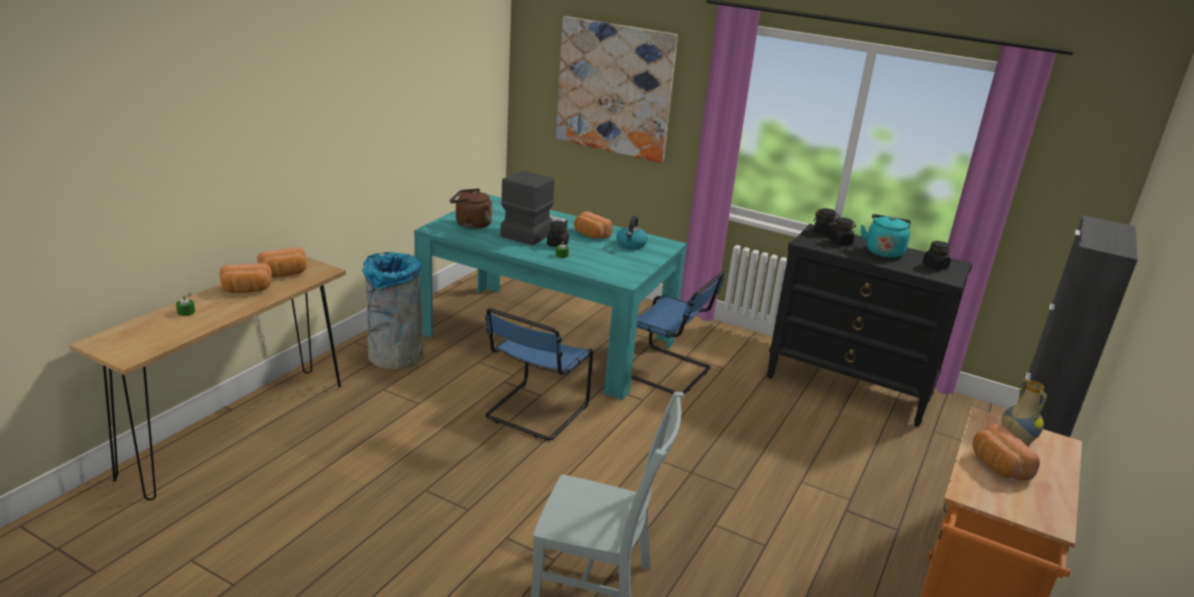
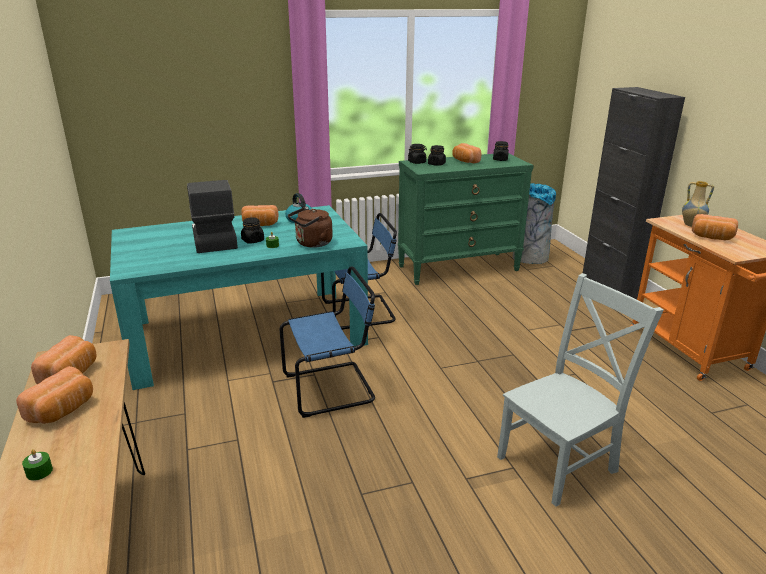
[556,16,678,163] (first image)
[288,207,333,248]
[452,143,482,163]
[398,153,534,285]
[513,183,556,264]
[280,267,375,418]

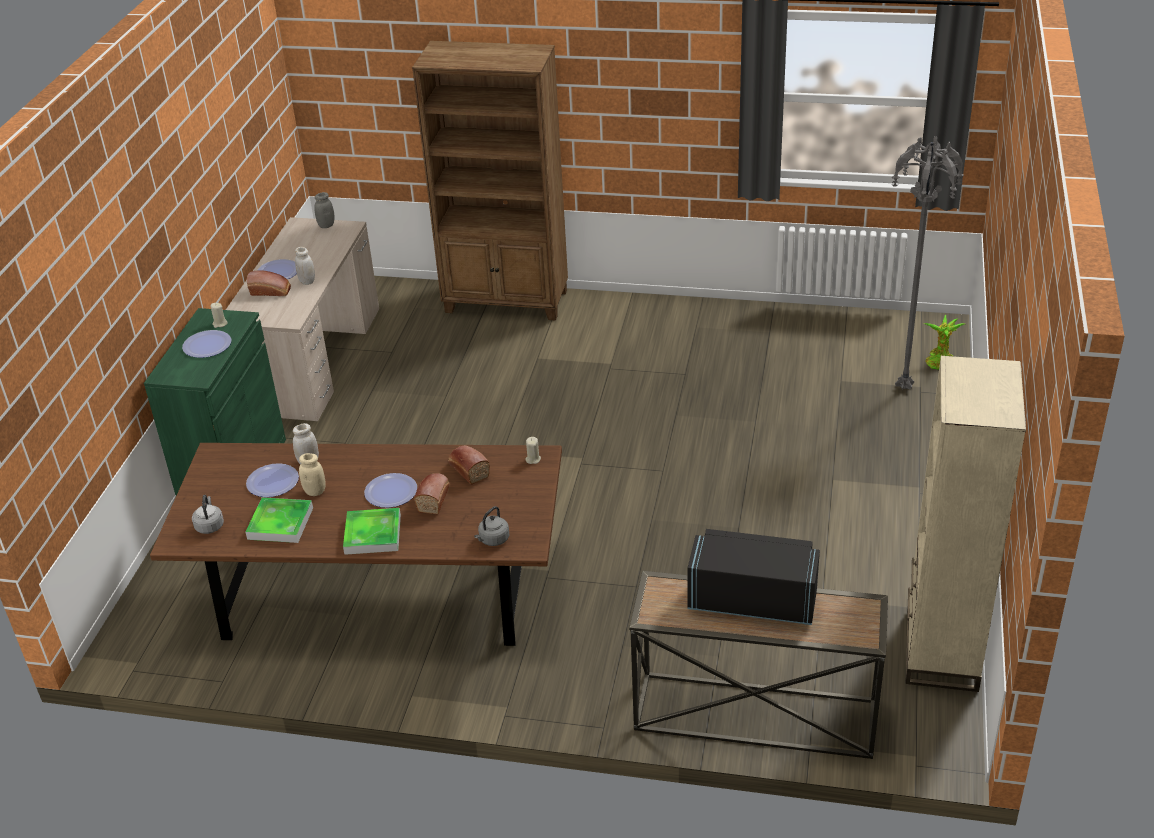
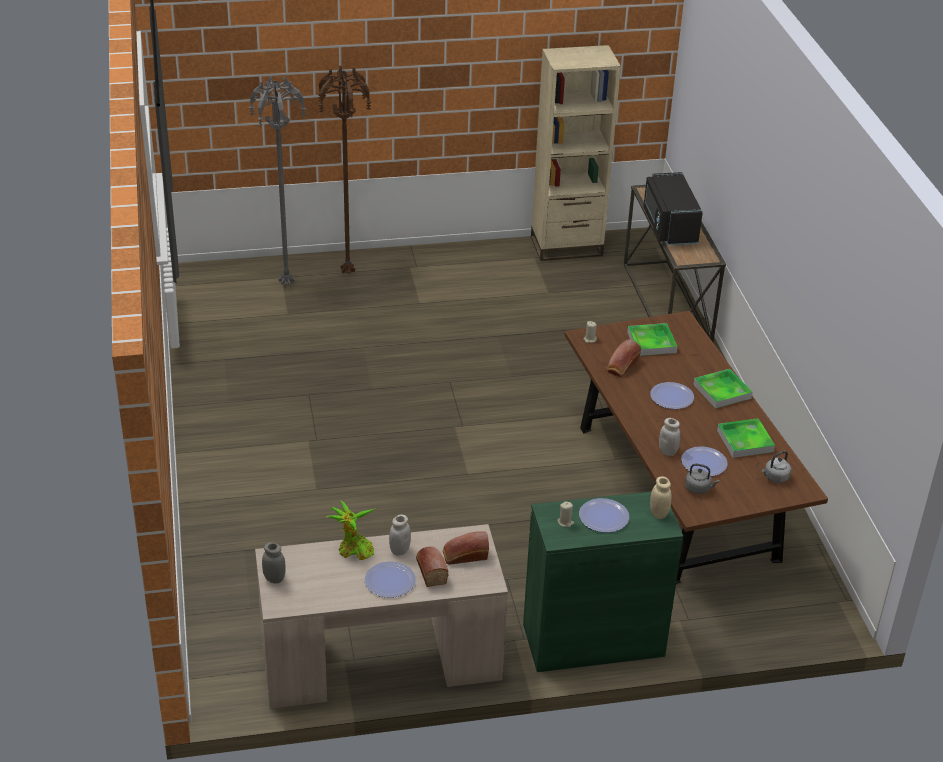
[412,41,568,320] (first image)
[326,500,374,560]
[650,477,671,519]
[443,531,489,565]
[685,463,719,494]
[318,66,372,273]
[627,323,678,356]

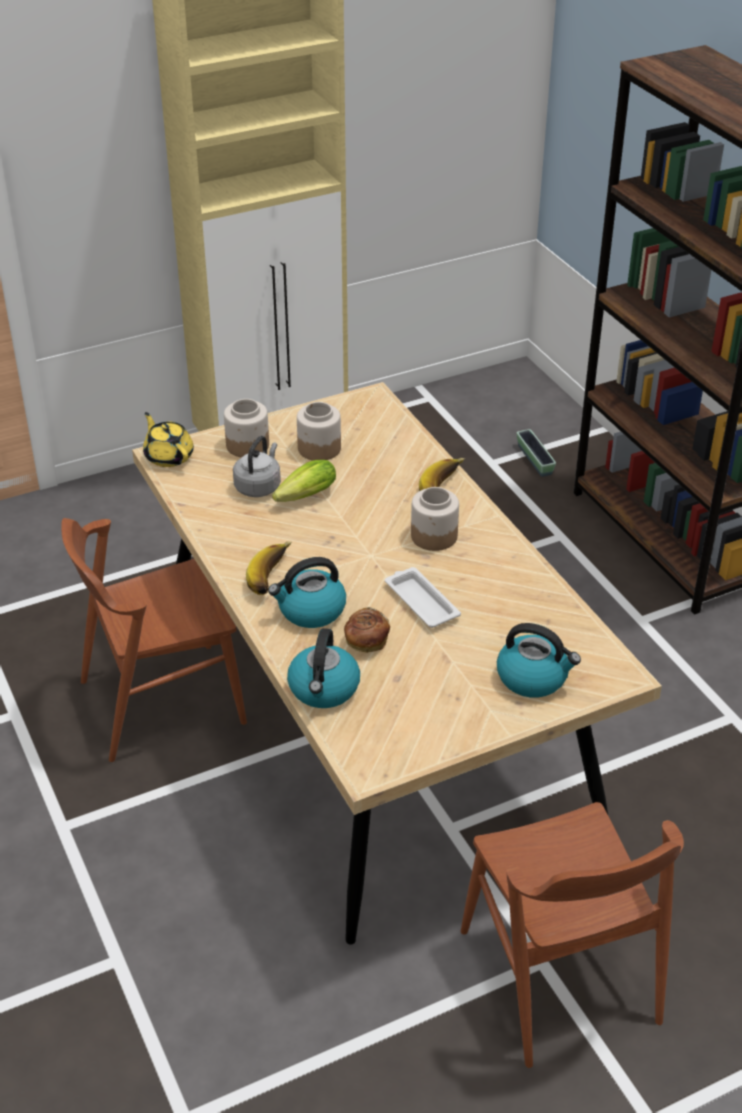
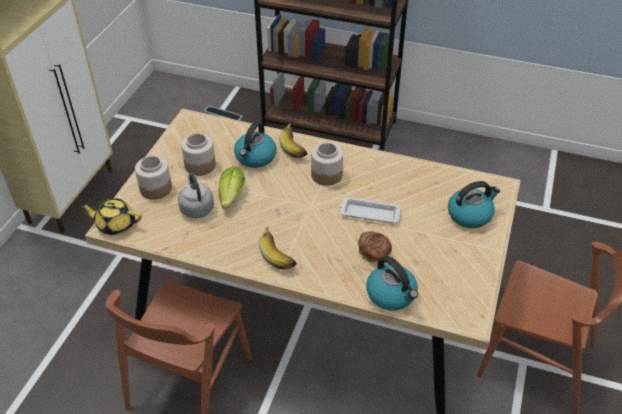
[234,121,276,168]

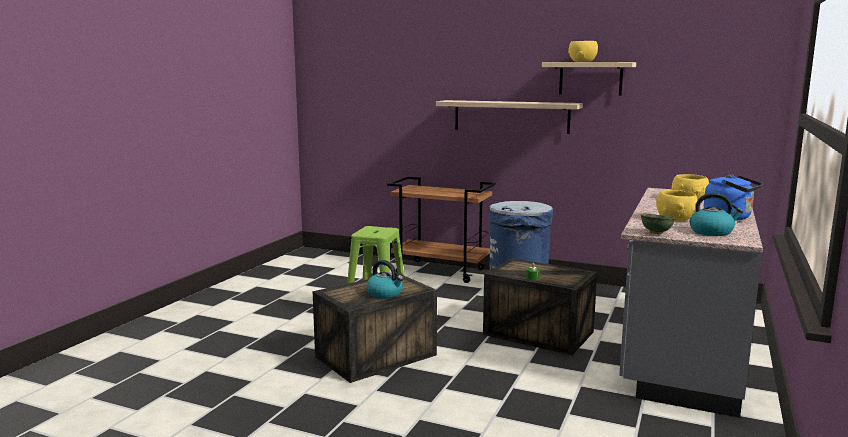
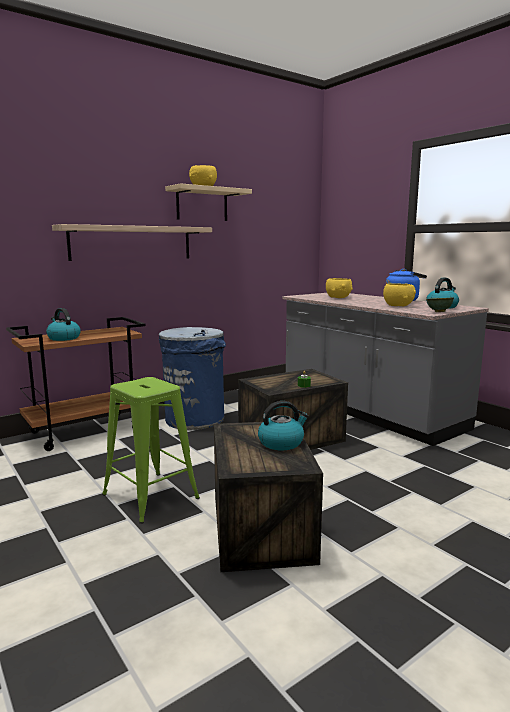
[46,308,81,341]

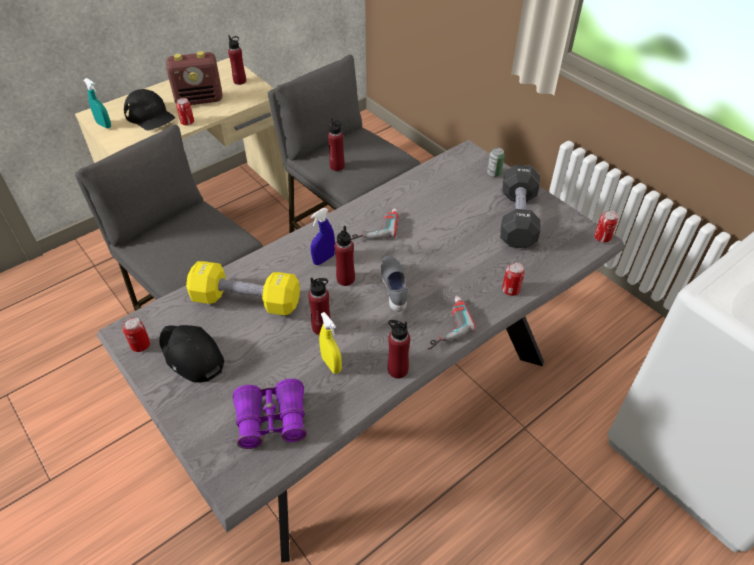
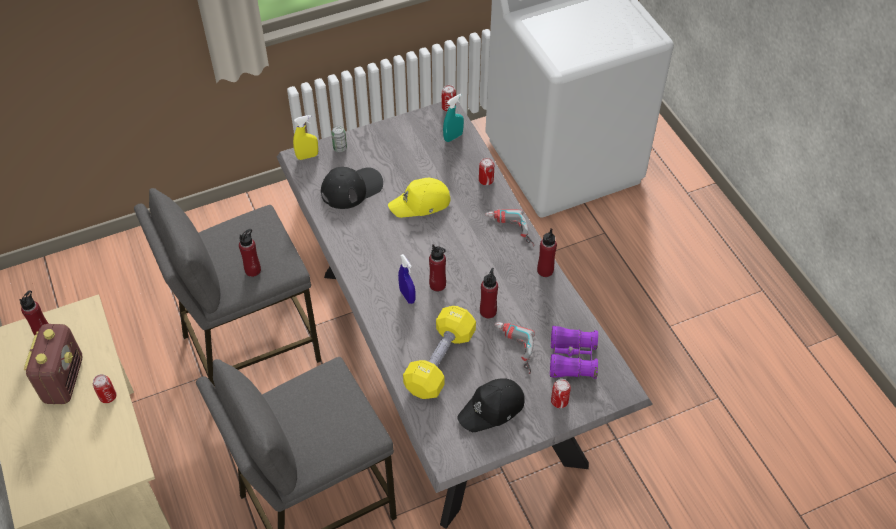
[443,94,464,142]
[321,167,383,209]
[500,165,540,248] (first image)
[494,322,535,374]
[380,256,408,312] (first image)
[293,115,318,160]
[551,379,571,408]
[388,178,451,218]

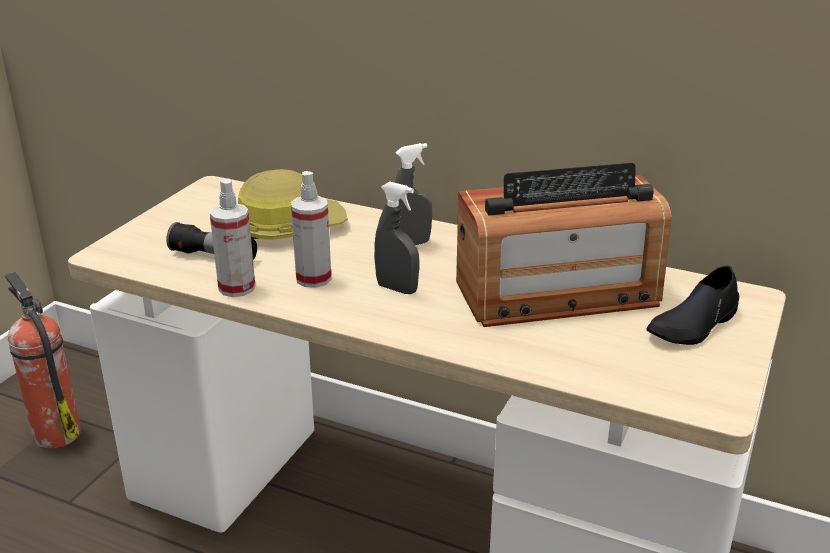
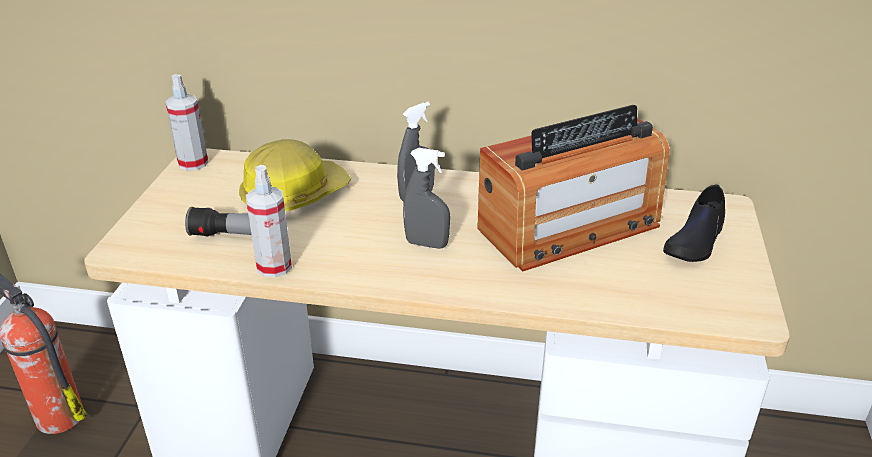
[165,74,208,171]

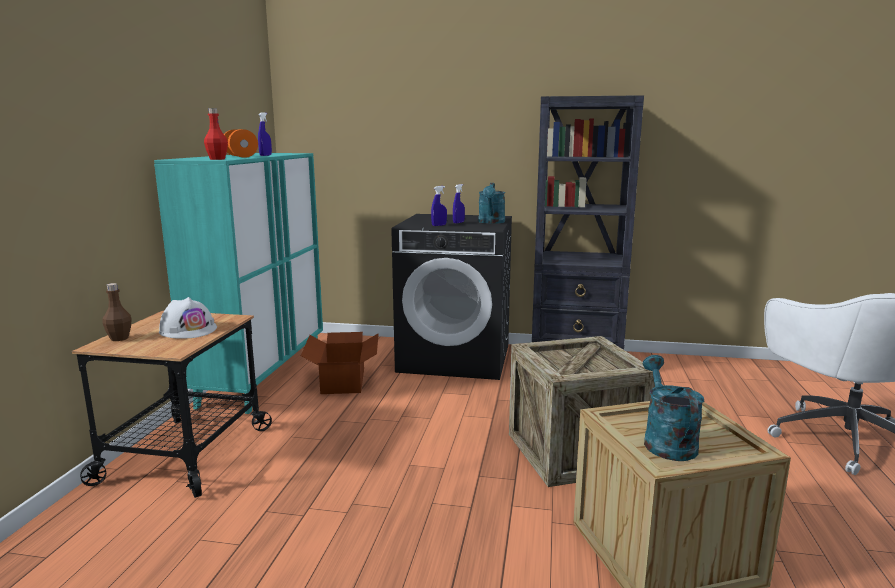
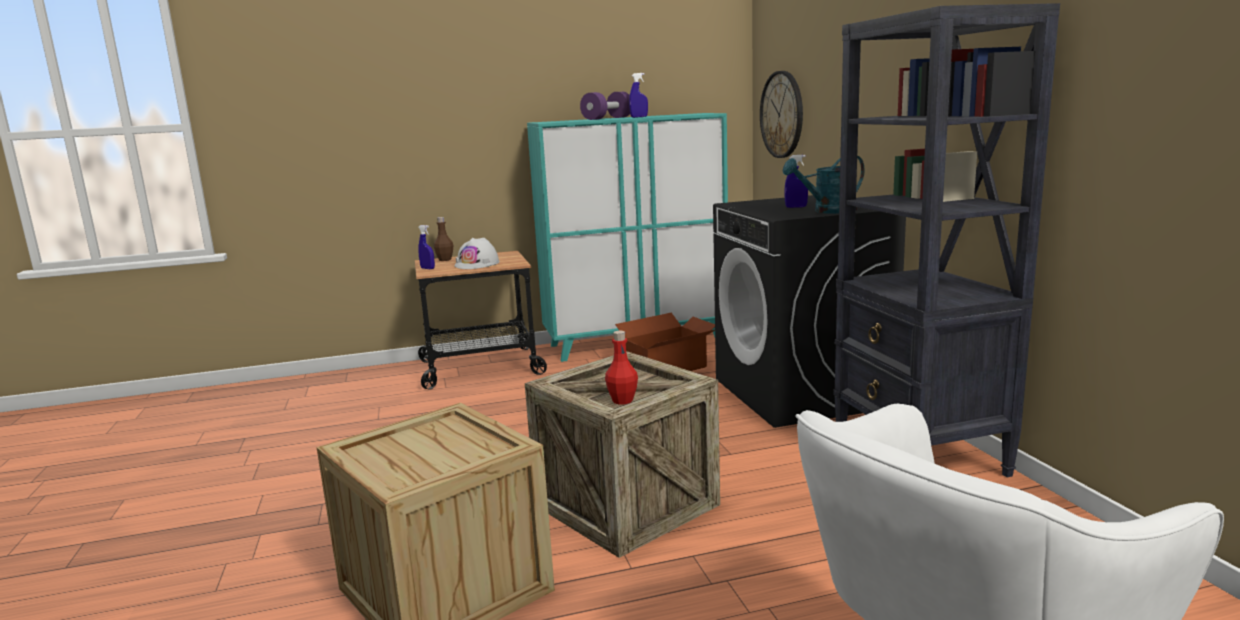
[605,331,638,405]
[580,92,630,120]
[418,225,435,269]
[643,355,704,461] (first image)
[760,71,803,158]

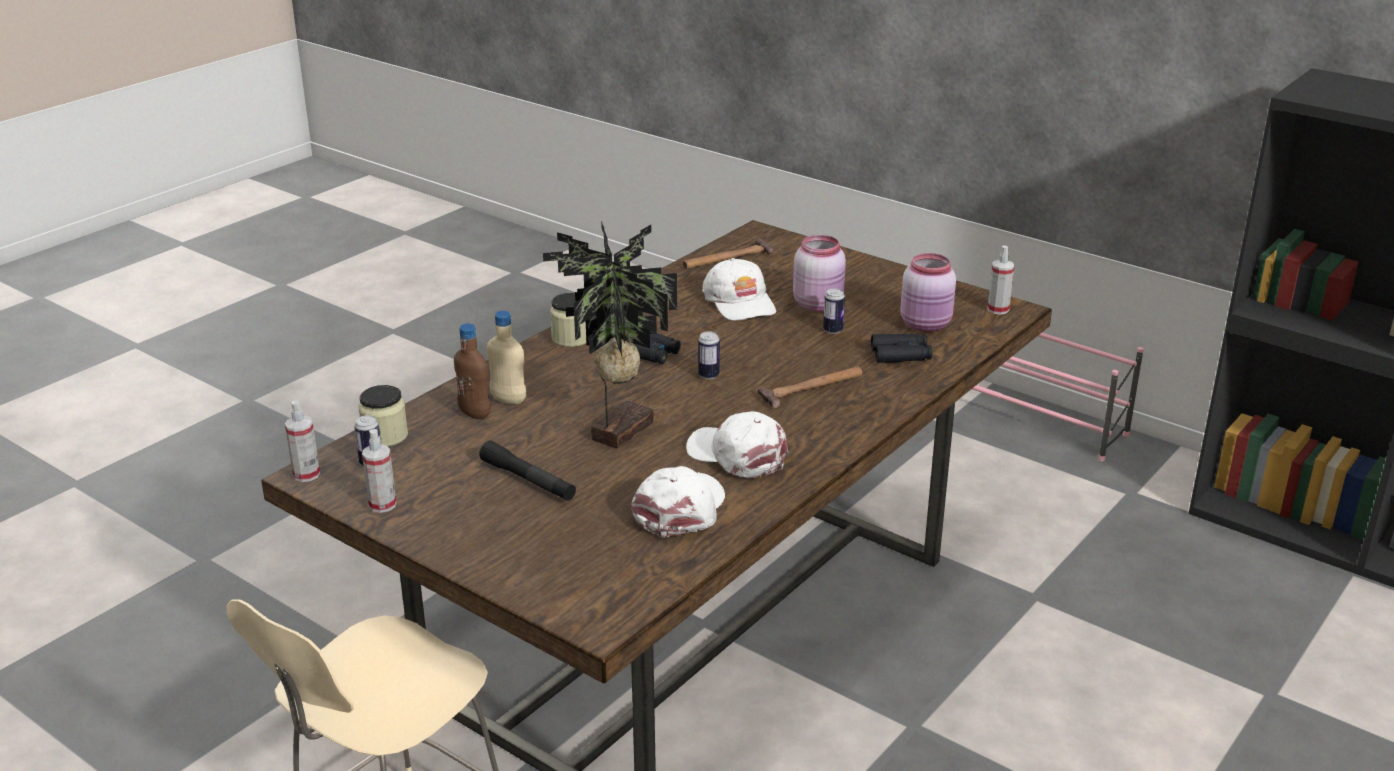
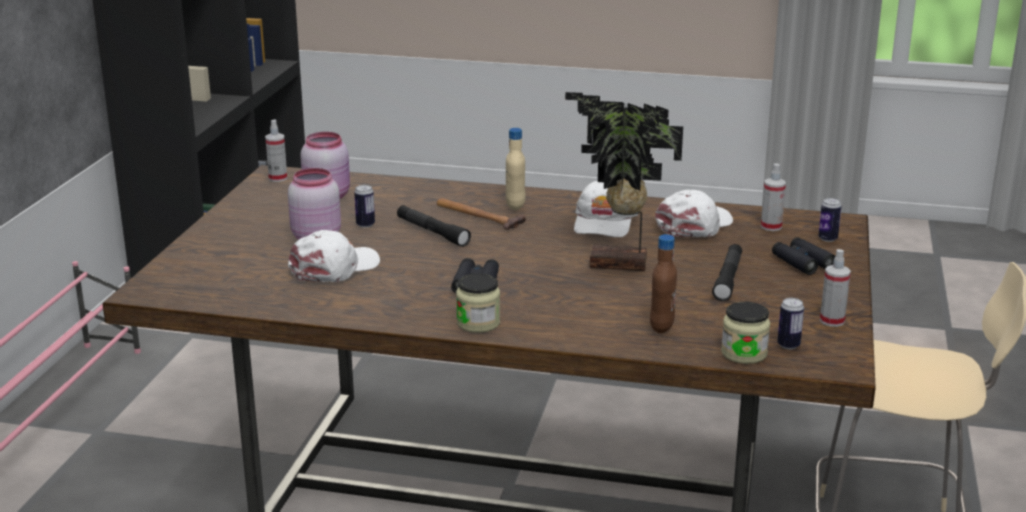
[683,238,774,269] (first image)
[506,128,526,210]
[818,198,842,242]
[772,237,835,275]
[761,163,786,231]
[655,190,733,237]
[397,205,471,247]

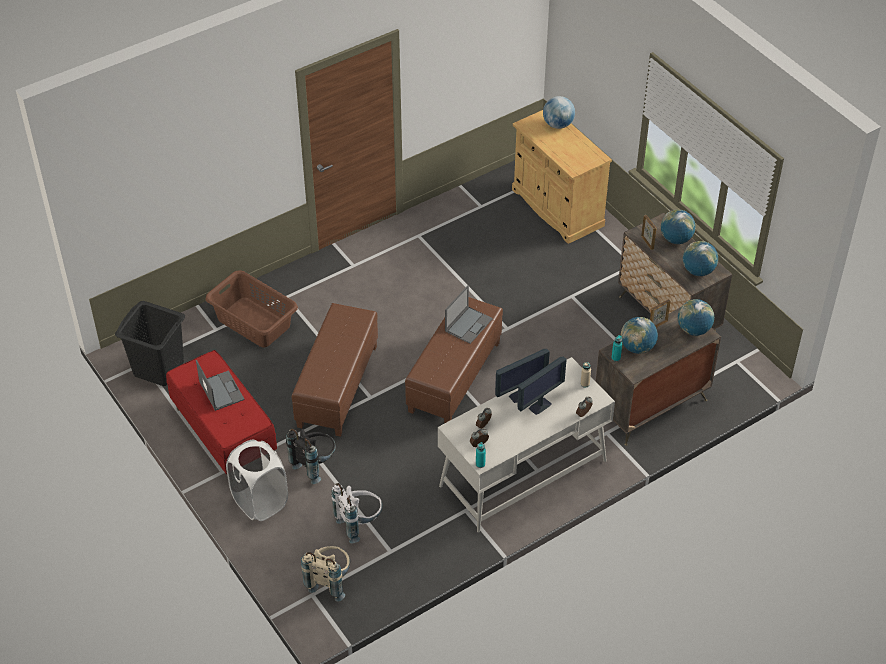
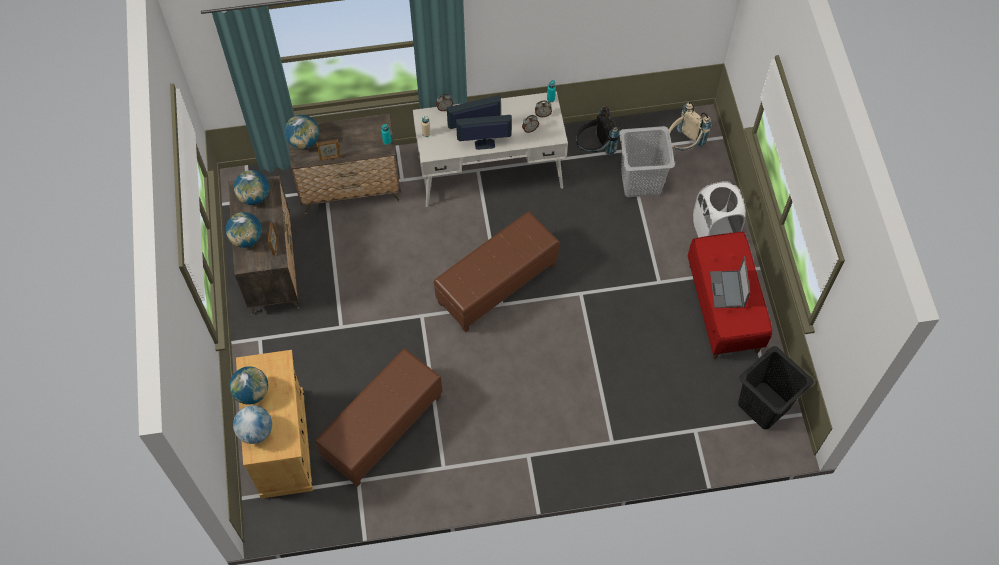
[205,270,298,348] (first image)
[445,285,493,344] (first image)
[315,348,443,487]
[230,366,268,405]
[576,106,620,155]
[619,126,675,197]

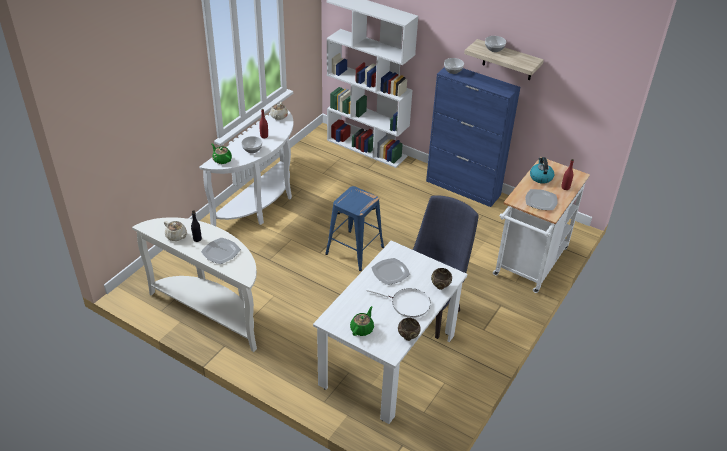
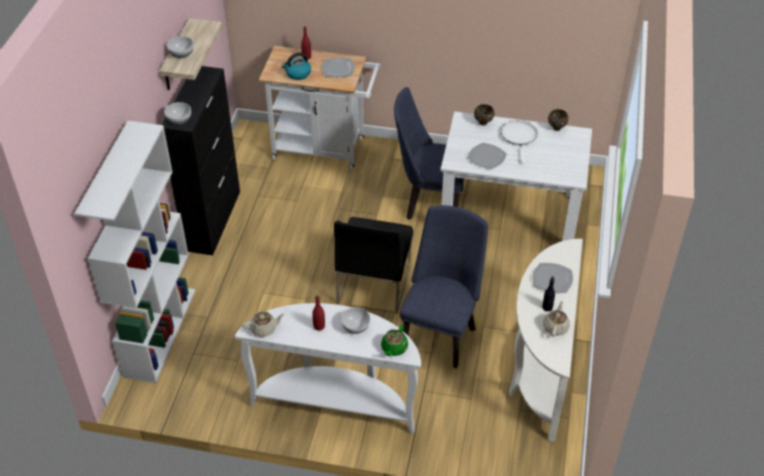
[162,66,240,255]
[334,217,413,314]
[350,306,374,336] (first image)
[400,205,488,368]

